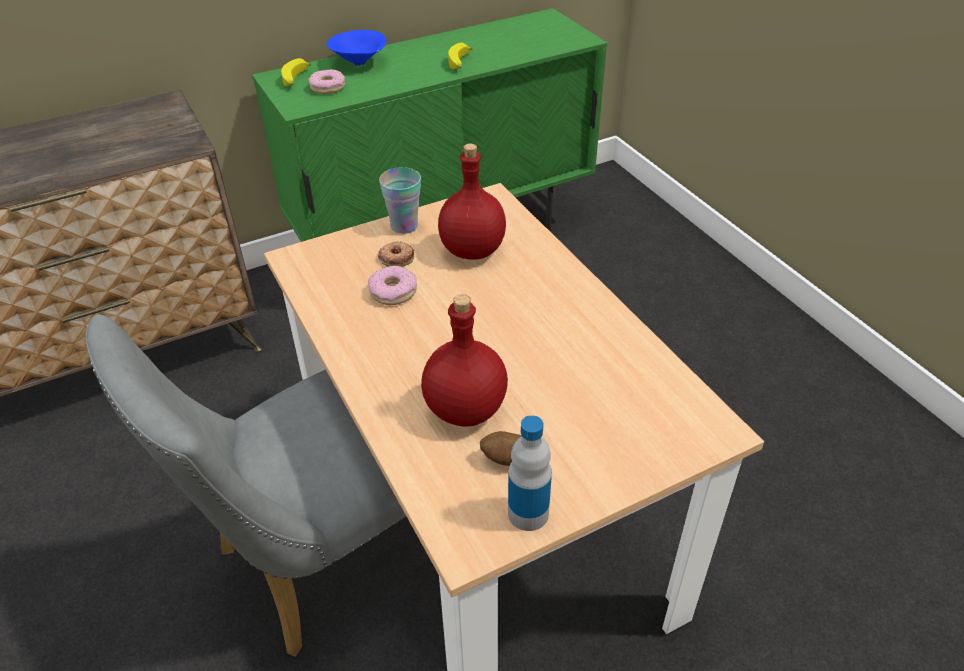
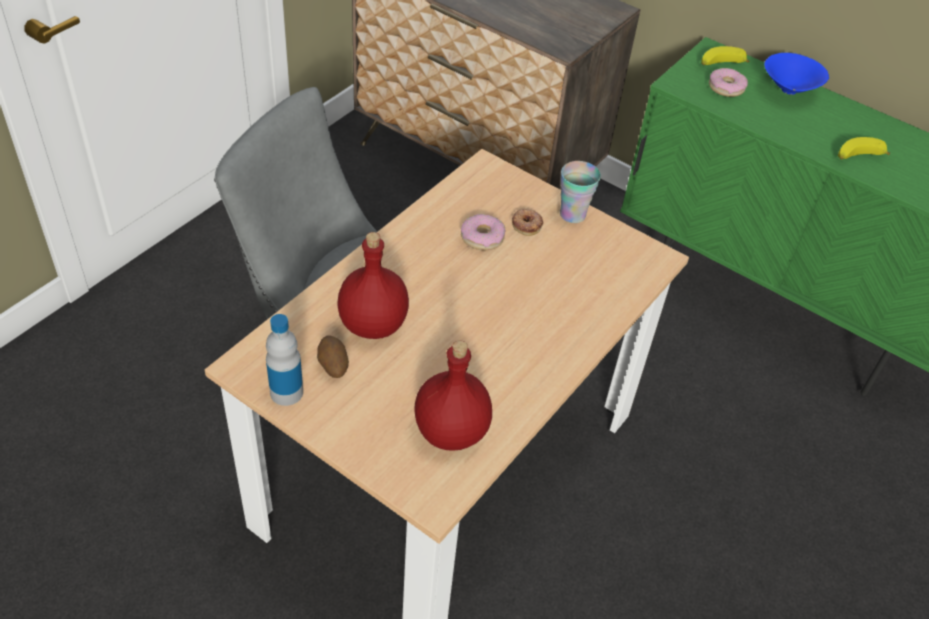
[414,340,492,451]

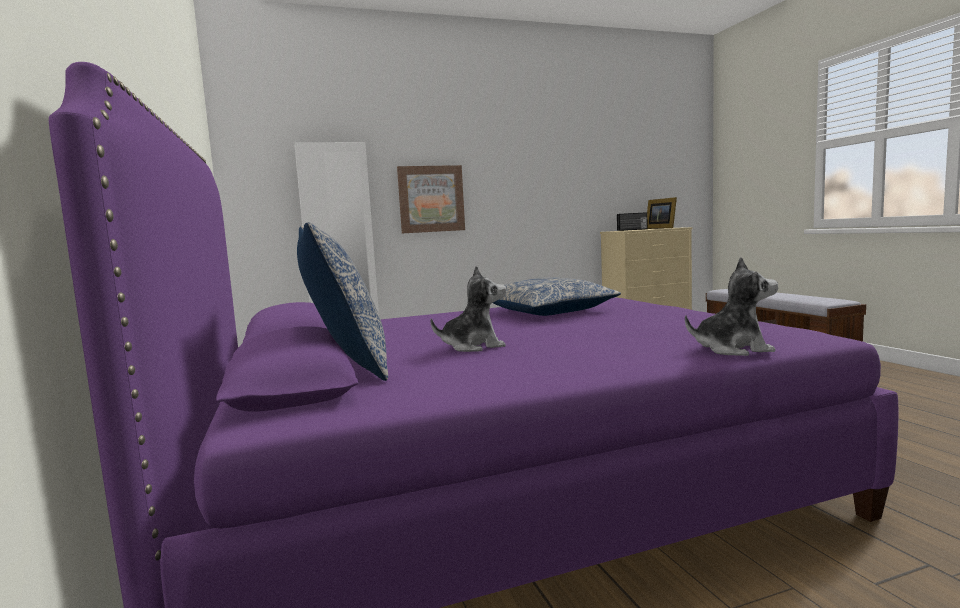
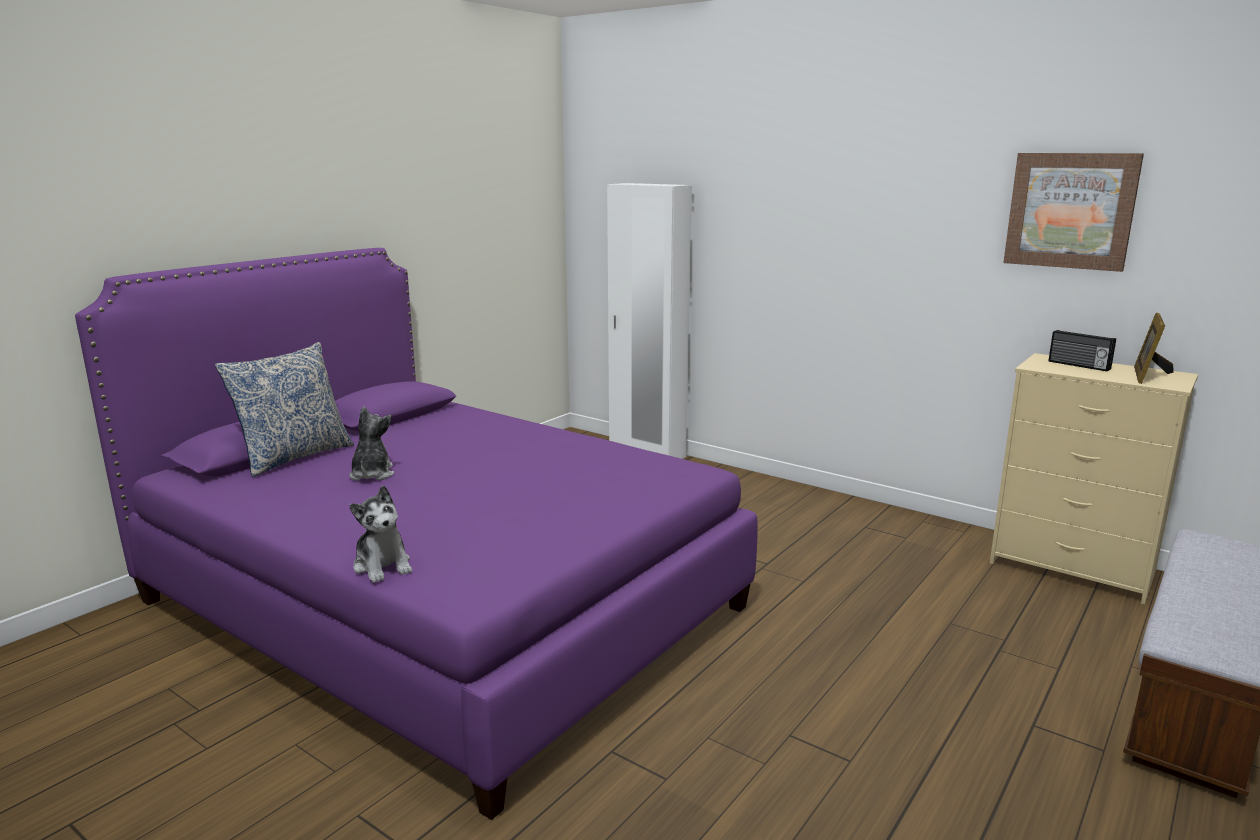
[1003,153,1144,272]
[349,406,394,481]
[493,277,621,316] (first image)

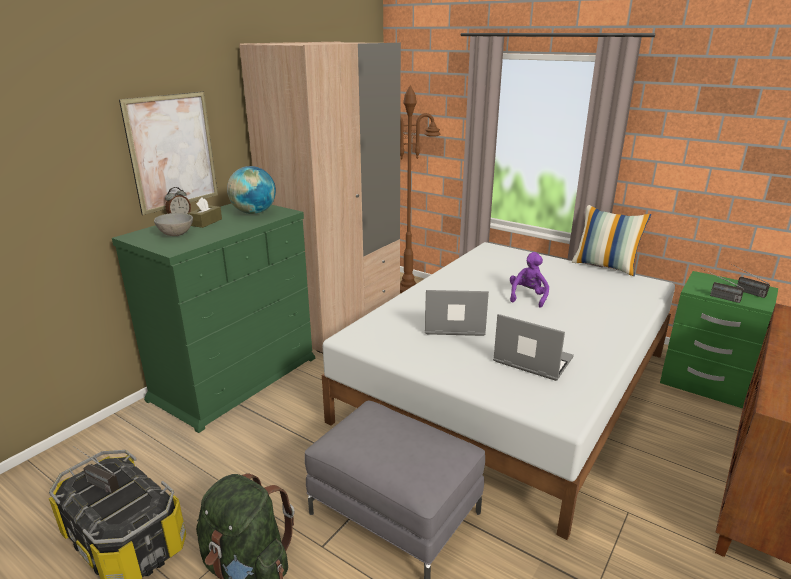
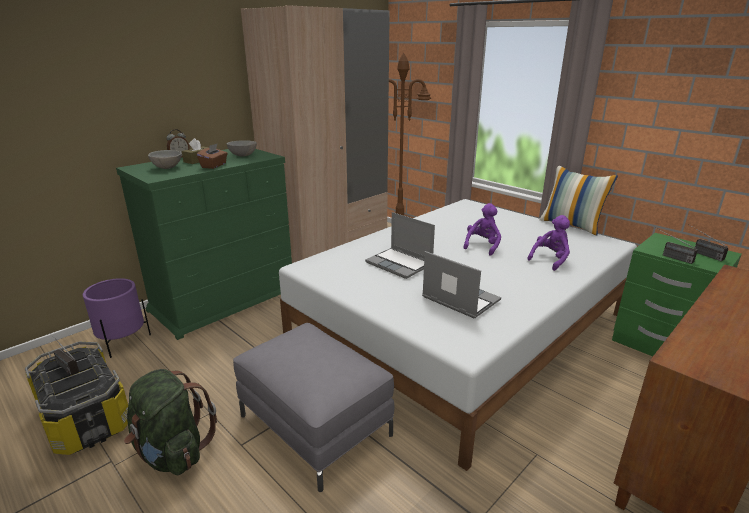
[119,91,218,215] (first image)
[227,140,257,156]
[365,212,435,279]
[197,143,228,169]
[527,215,570,271]
[83,278,151,358]

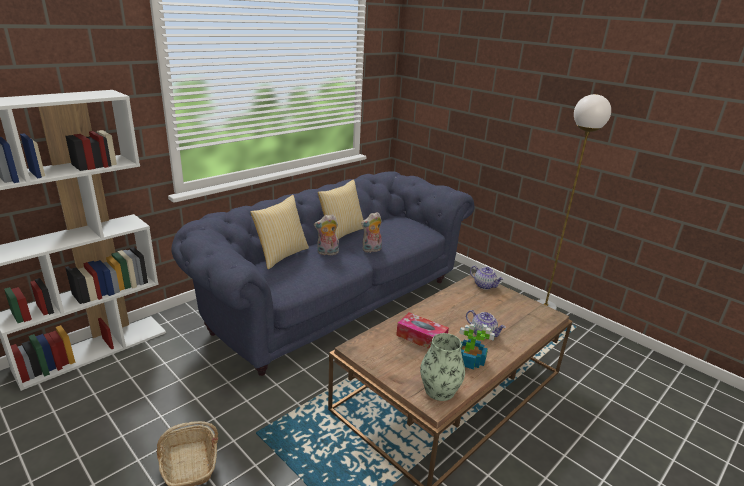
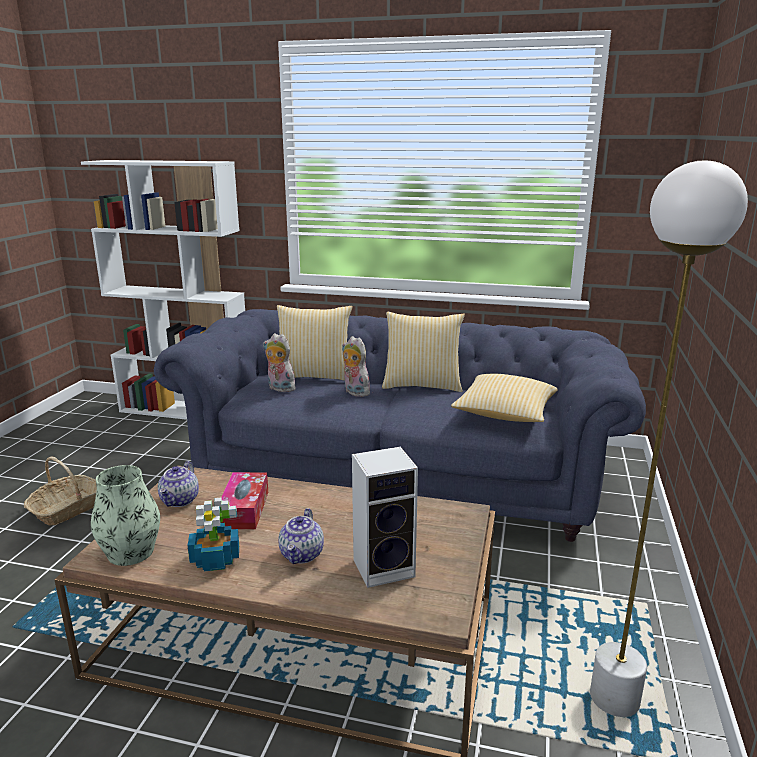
[263,333,298,392]
[158,461,199,507]
[451,374,558,422]
[352,447,418,588]

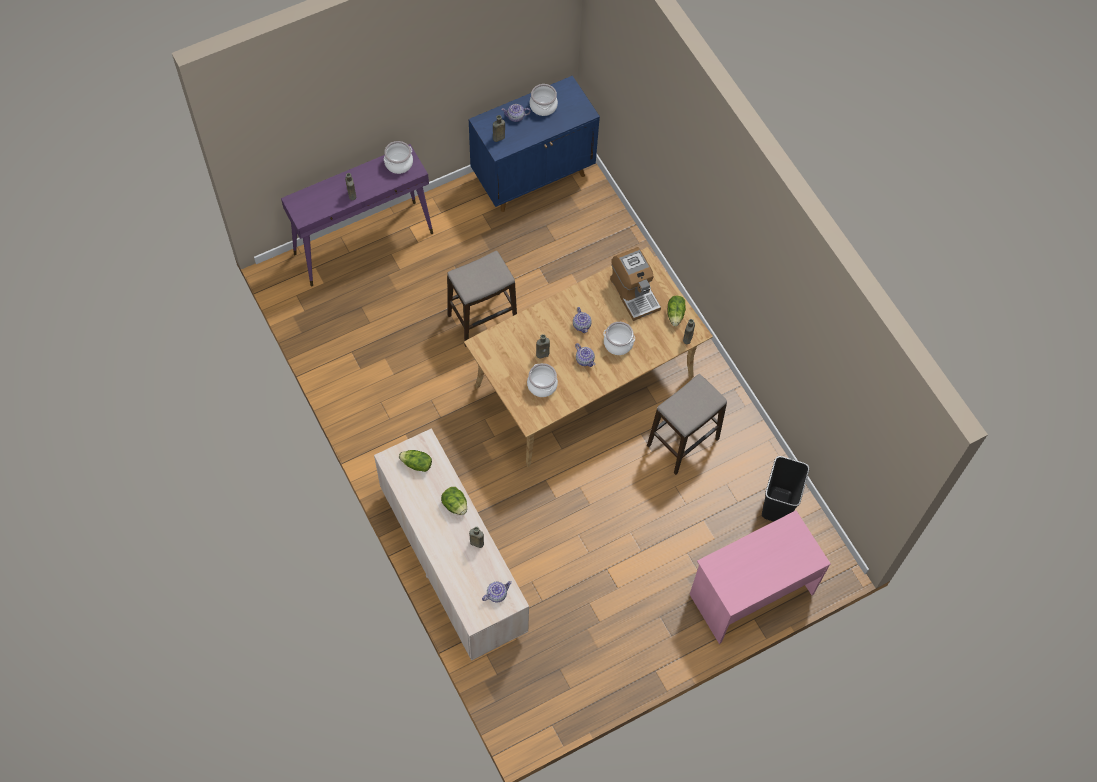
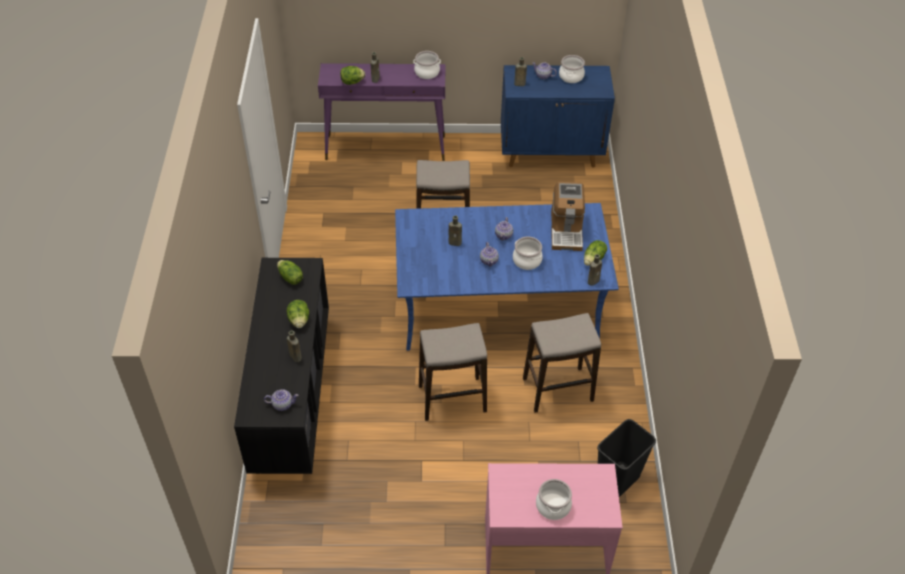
[395,203,619,351]
[536,479,572,520]
[234,258,329,474]
[340,66,365,85]
[419,323,487,421]

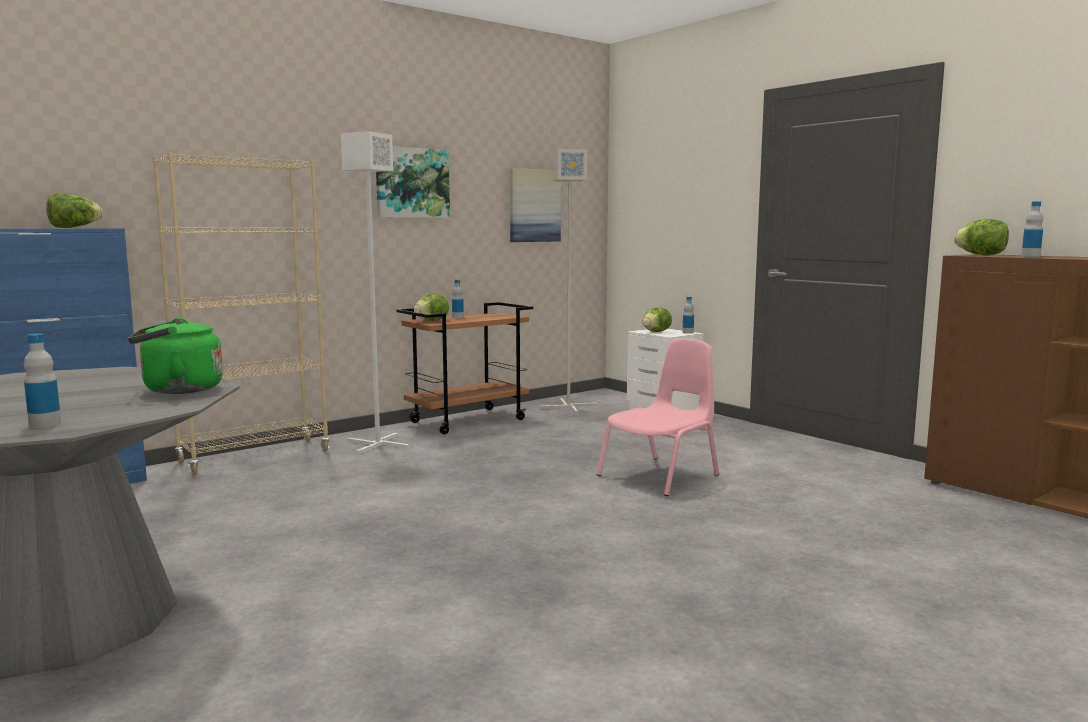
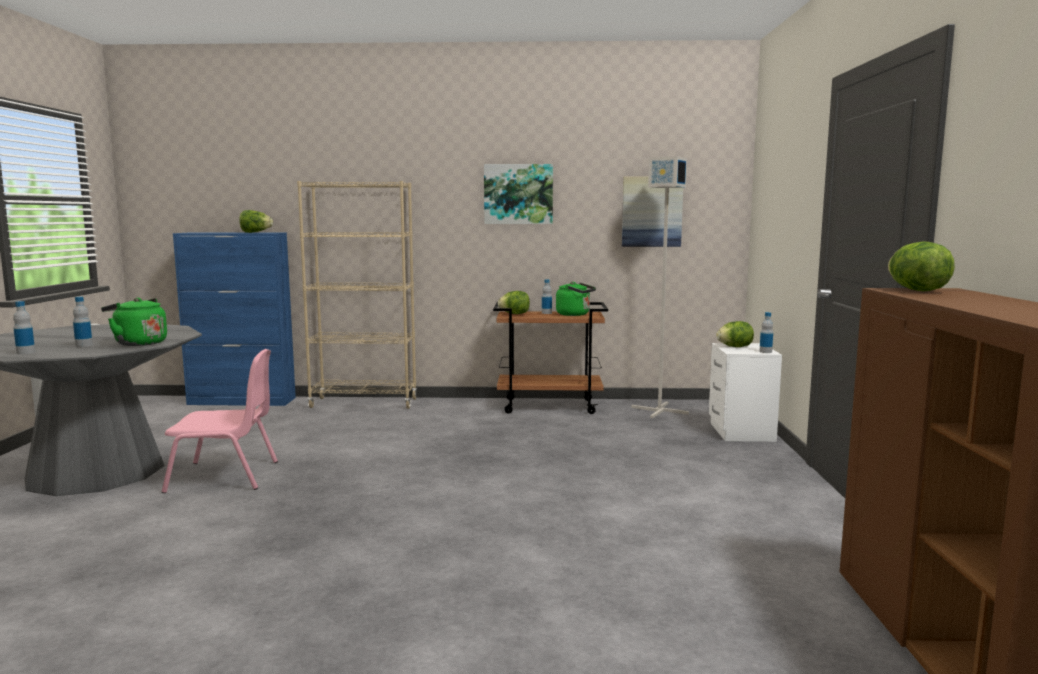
[341,131,410,454] (first image)
[73,297,93,347]
[162,349,278,493]
[556,282,596,316]

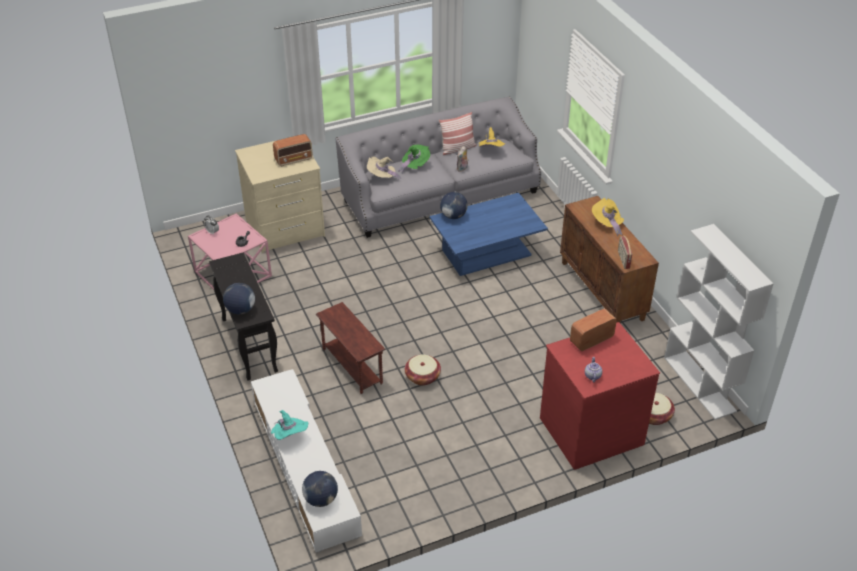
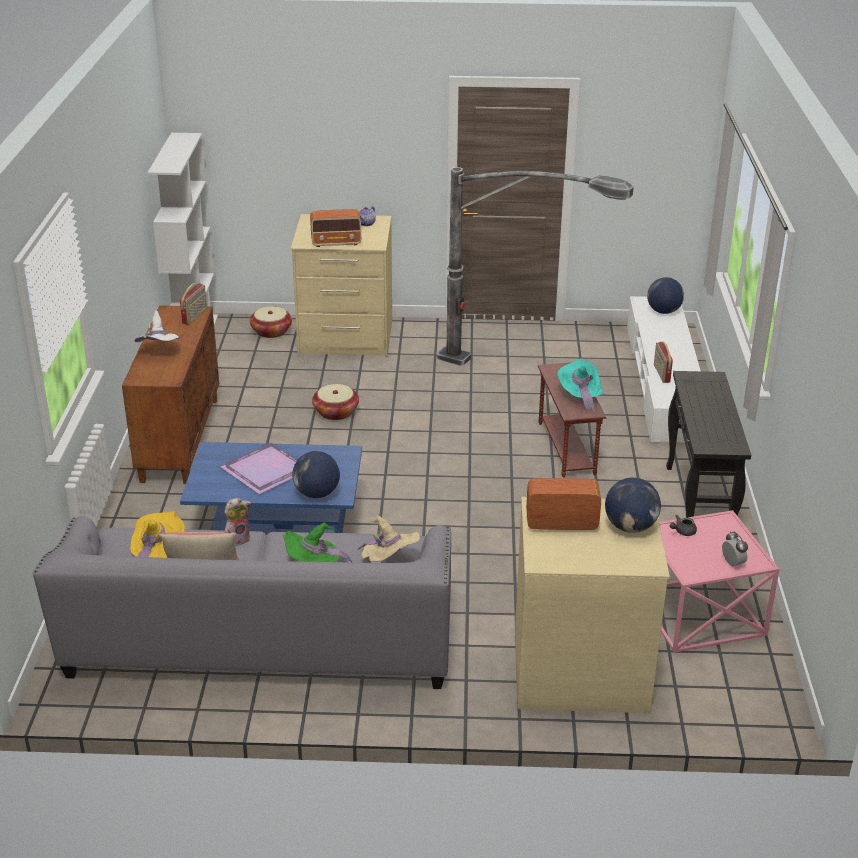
[135,310,179,342]
[605,478,661,533]
[290,214,392,357]
[312,384,359,420]
[557,358,604,412]
[436,167,634,365]
[654,342,673,383]
[221,443,297,494]

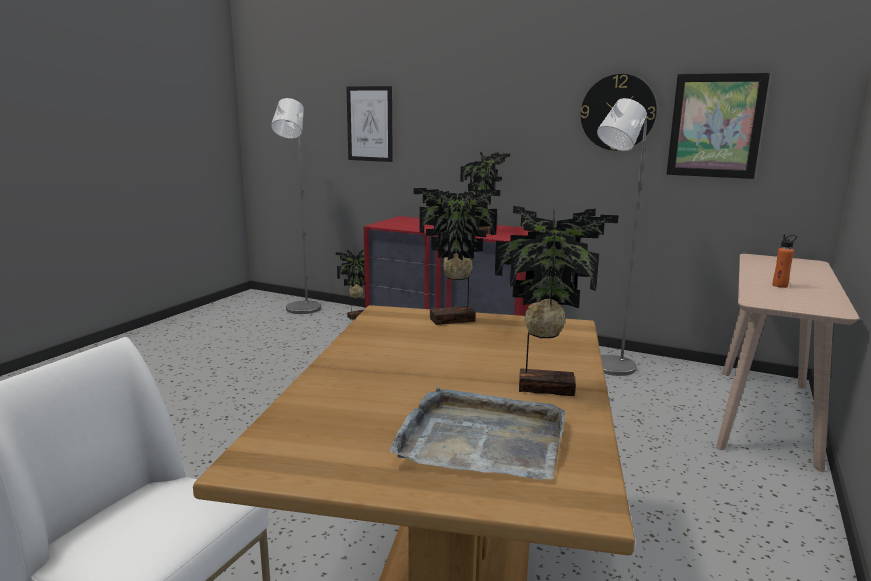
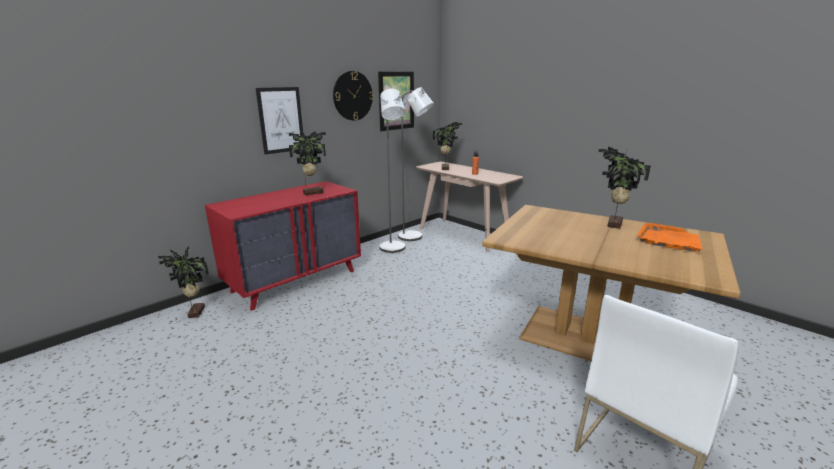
[256,87,303,155]
[398,87,434,241]
[433,122,463,170]
[637,223,703,252]

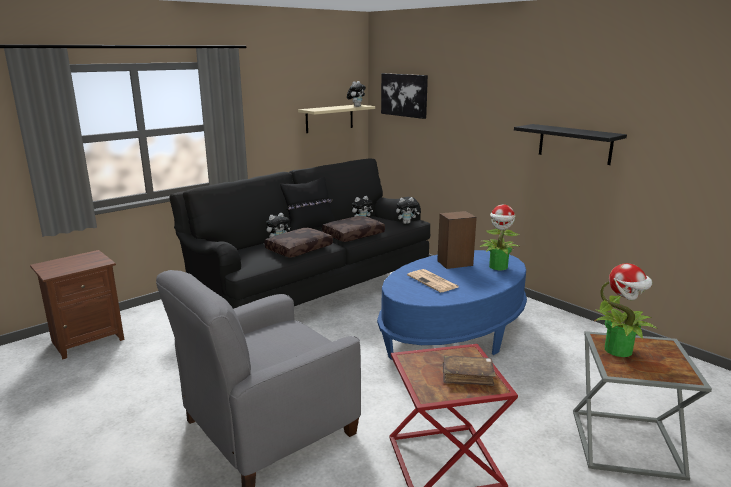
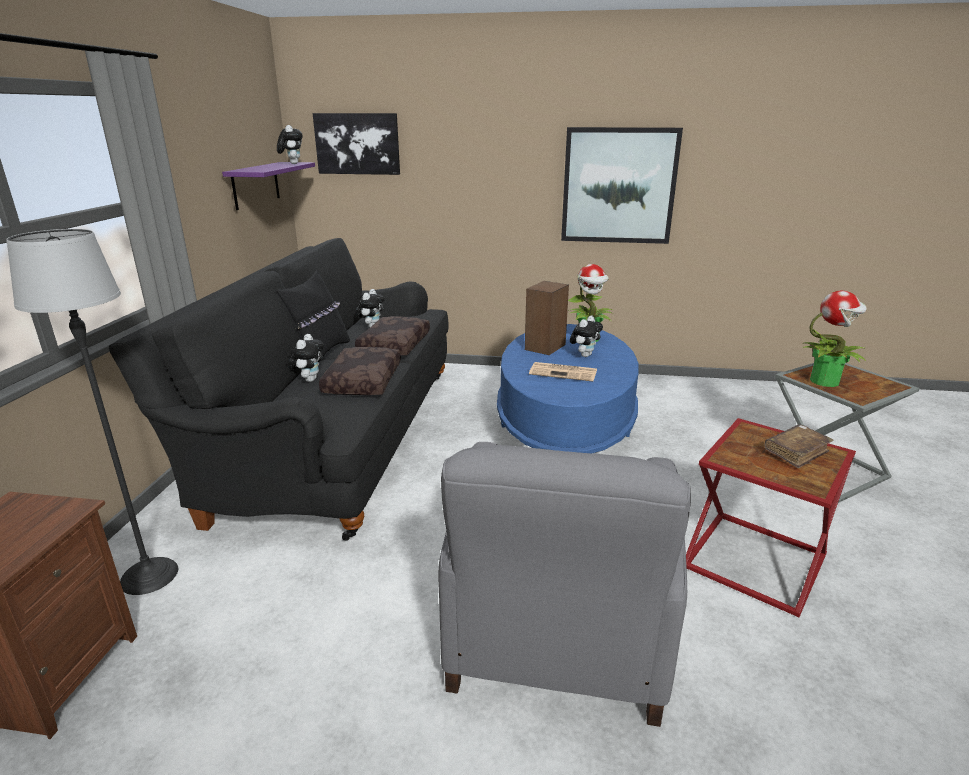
[222,162,315,210]
[561,127,683,244]
[570,316,603,357]
[6,229,178,595]

